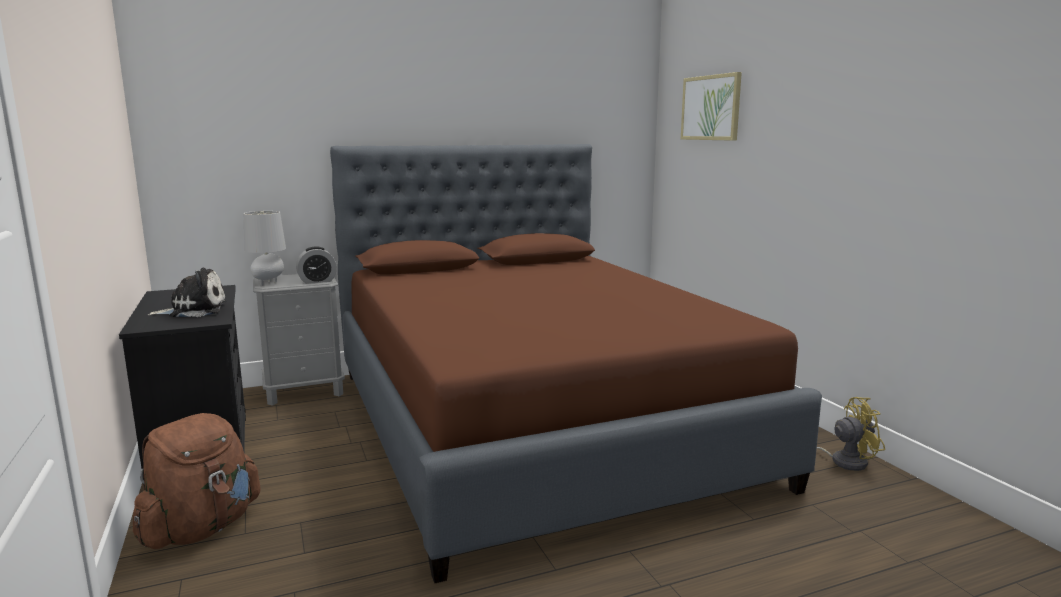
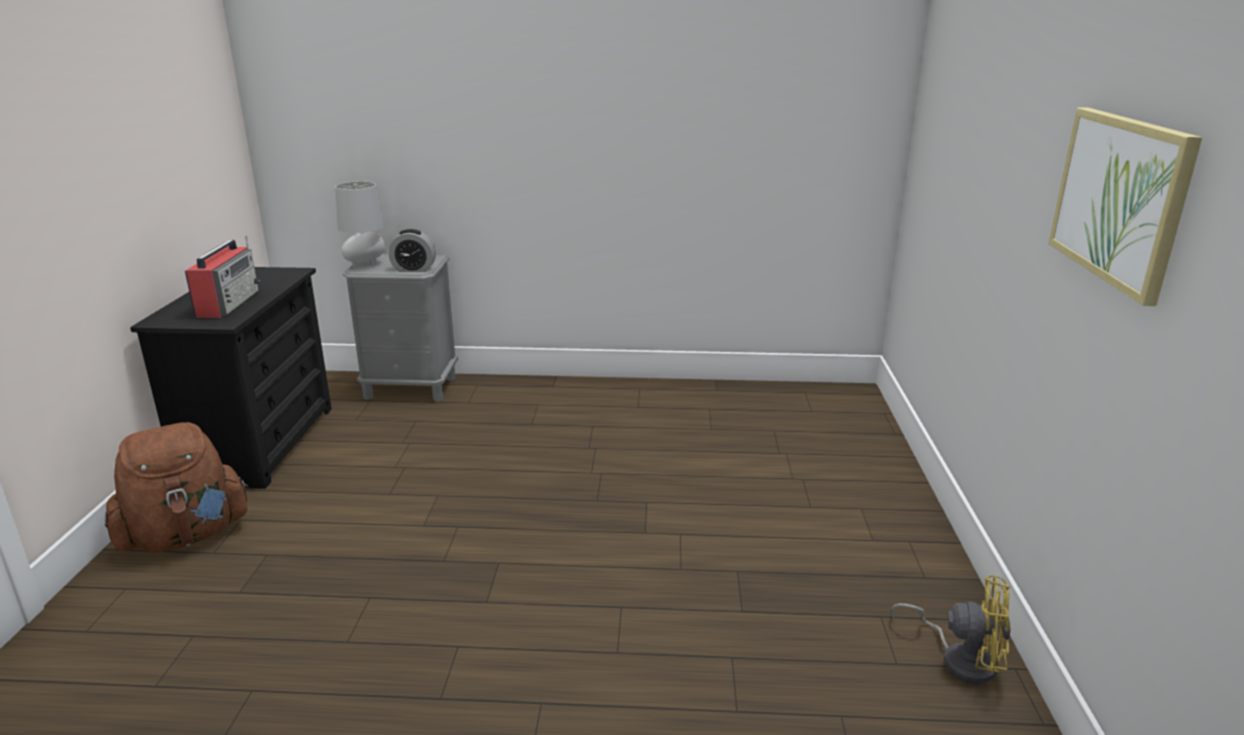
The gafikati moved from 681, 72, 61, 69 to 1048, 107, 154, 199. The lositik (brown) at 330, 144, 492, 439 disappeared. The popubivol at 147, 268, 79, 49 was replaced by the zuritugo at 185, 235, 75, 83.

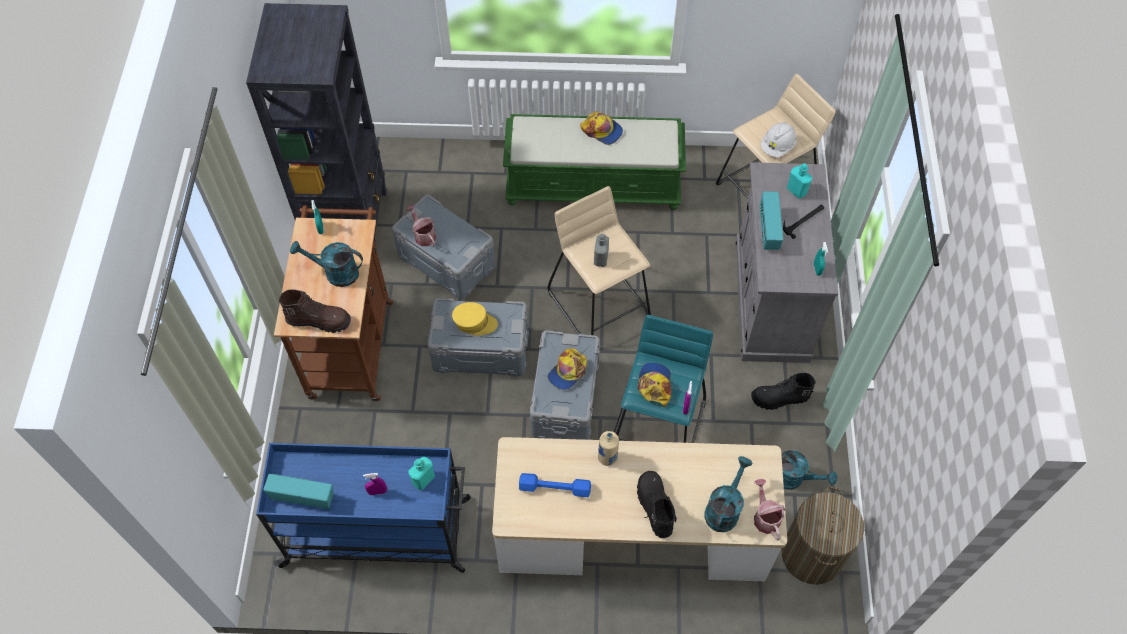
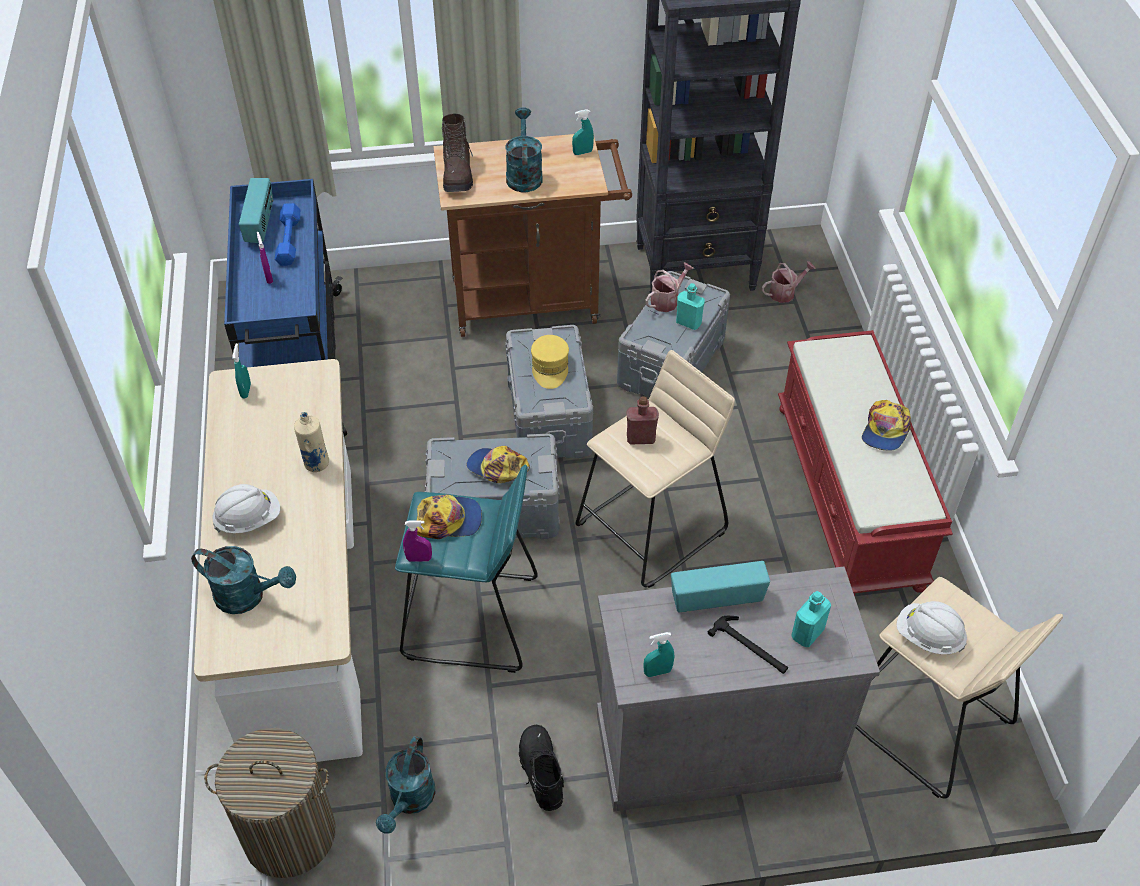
The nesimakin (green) at 503, 114, 183, 96 became the nesimakin (red) at 778, 330, 175, 266. The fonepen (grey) at 594, 234, 15, 33 became the fonepen (red) at 626, 397, 33, 48. The fonepen (turquoise) moved from 408, 457, 27, 33 to 676, 283, 29, 47. The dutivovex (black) at 637, 471, 40, 67 was replaced by the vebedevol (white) at 212, 484, 68, 49. The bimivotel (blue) moved from 519, 473, 72, 24 to 275, 203, 25, 63. The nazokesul moved from 754, 479, 31, 61 to 762, 261, 54, 42. The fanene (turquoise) at 232, 344, 19, 55 appeared.

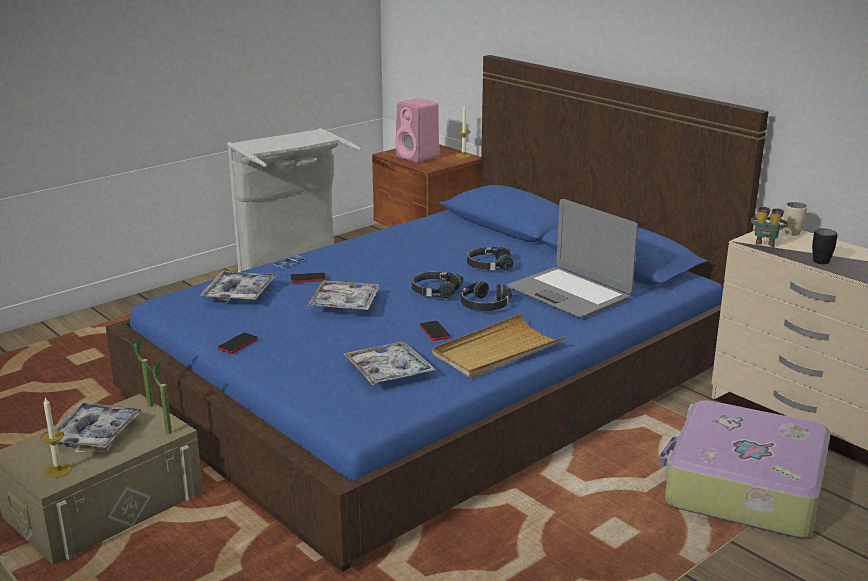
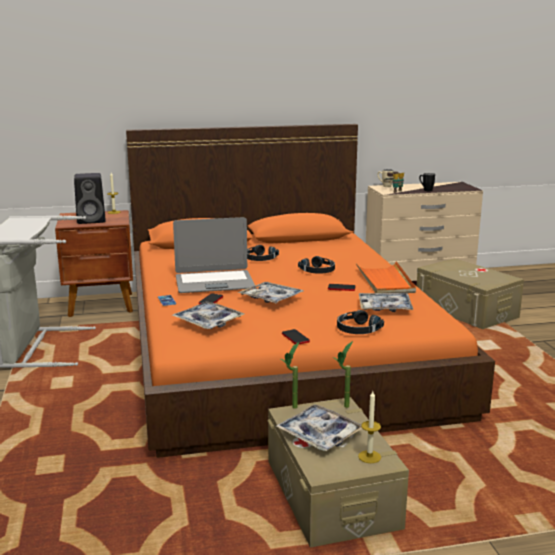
The lositik (blue) at 106, 55, 663, 517 became the lositik (orange) at 126, 124, 369, 334. The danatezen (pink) at 395, 98, 44, 65 became the danatezen (black) at 74, 173, 32, 51. The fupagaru moved from 507, 199, 131, 119 to 173, 217, 82, 76. The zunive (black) moved from 412, 271, 51, 27 to 337, 310, 47, 24. The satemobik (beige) at 432, 314, 134, 65 became the satemobik (orange) at 356, 261, 60, 32. The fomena at 659, 400, 172, 138 was replaced by the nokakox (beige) at 417, 258, 107, 71.

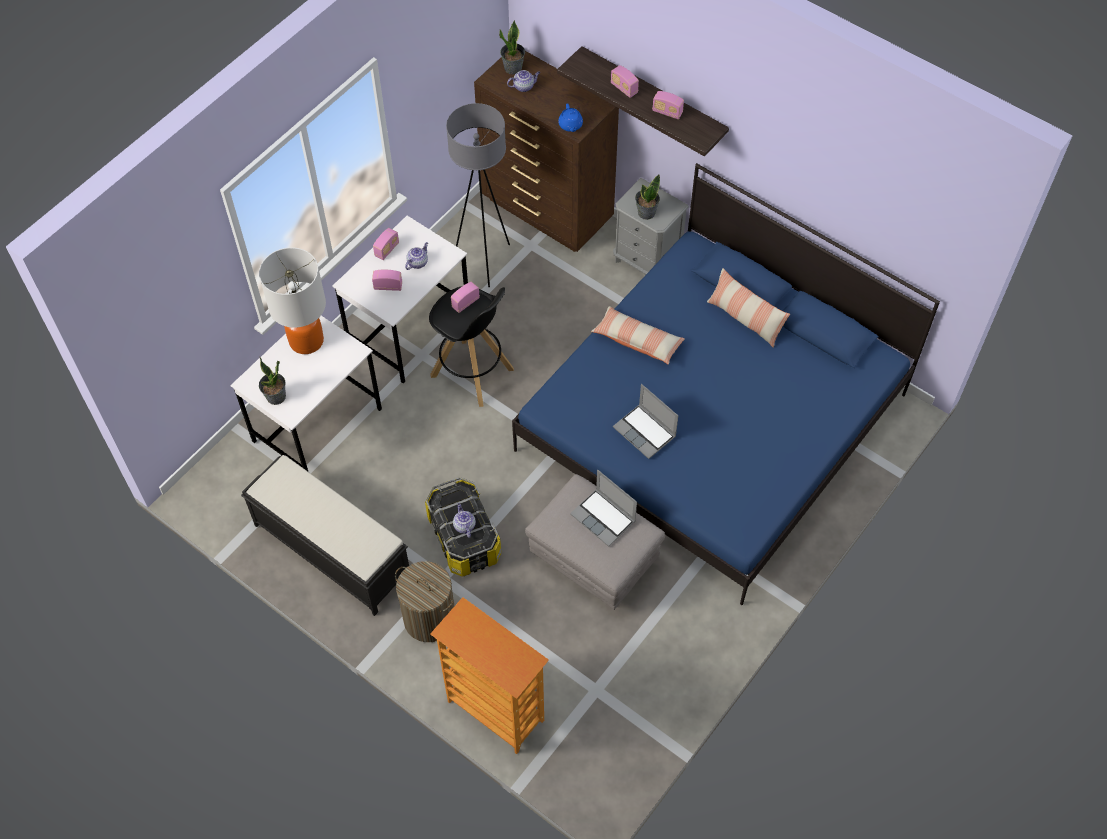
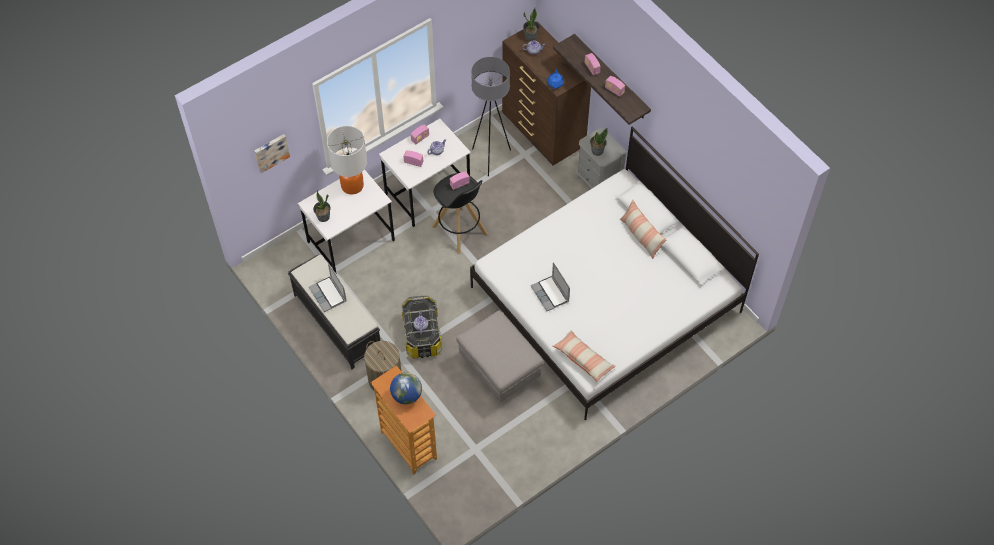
The lositik (blue) at 512, 163, 428, 442 became the lositik (white) at 470, 127, 289, 293. The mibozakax moved from 591, 306, 94, 59 to 552, 330, 64, 53. The fupagaru moved from 570, 470, 67, 77 to 309, 263, 37, 49. The gafikati at 254, 134, 36, 39 appeared. The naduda at 390, 372, 32, 33 appeared.

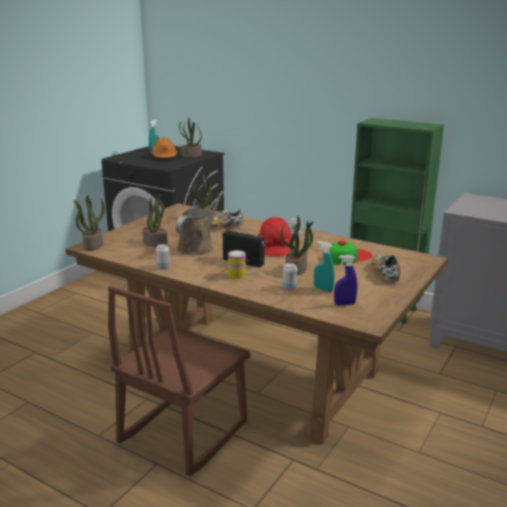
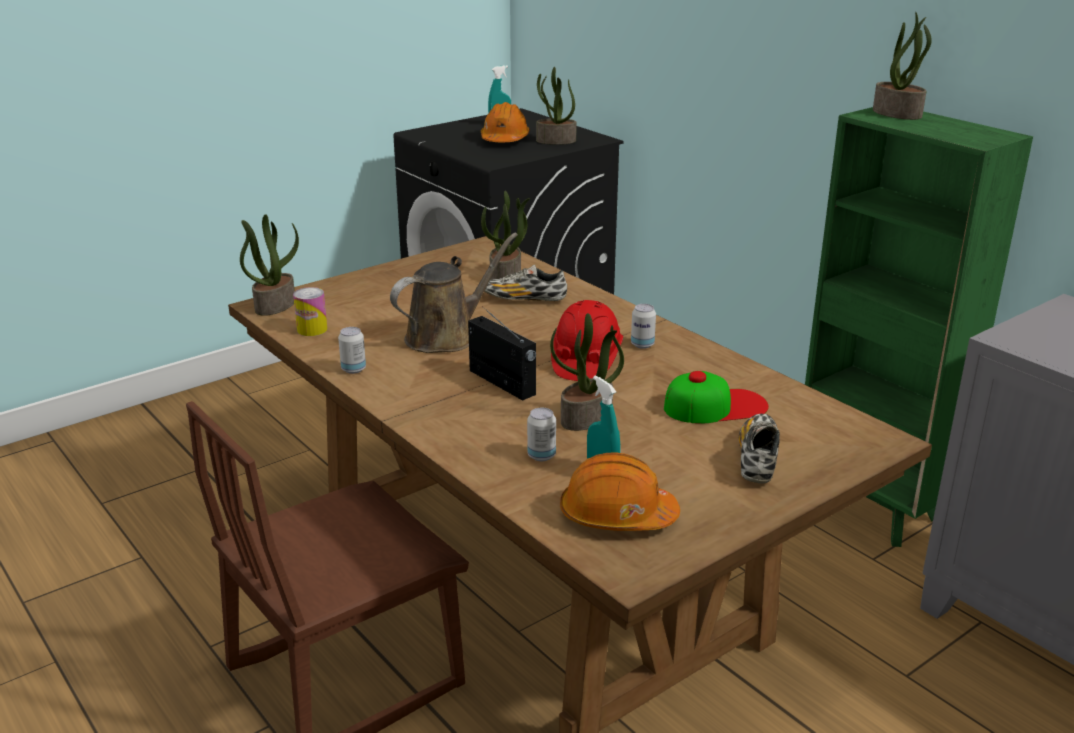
The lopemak moved from 142, 195, 26, 52 to 873, 12, 59, 108. The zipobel moved from 228, 250, 18, 29 to 293, 287, 34, 49. The fanene (blue) at 334, 255, 23, 51 was replaced by the vebedevol (orange) at 560, 452, 120, 79.

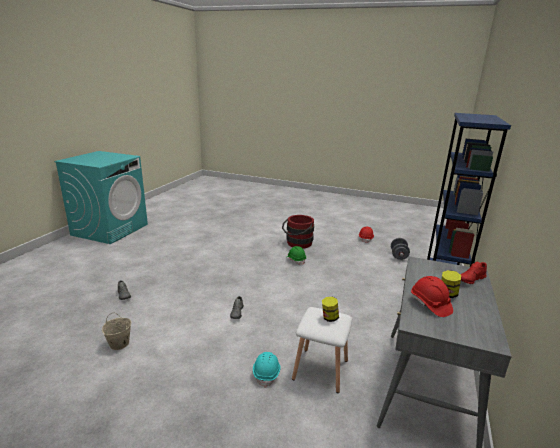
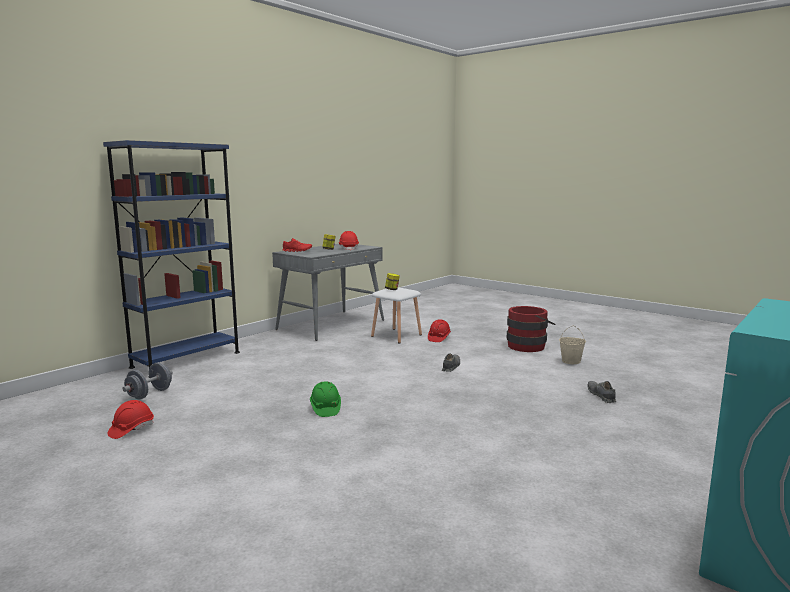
The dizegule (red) moved from 282, 215, 32, 34 to 507, 306, 48, 46. The vebedevol (turquoise) at 253, 352, 28, 36 became the vebedevol (red) at 428, 319, 23, 23.

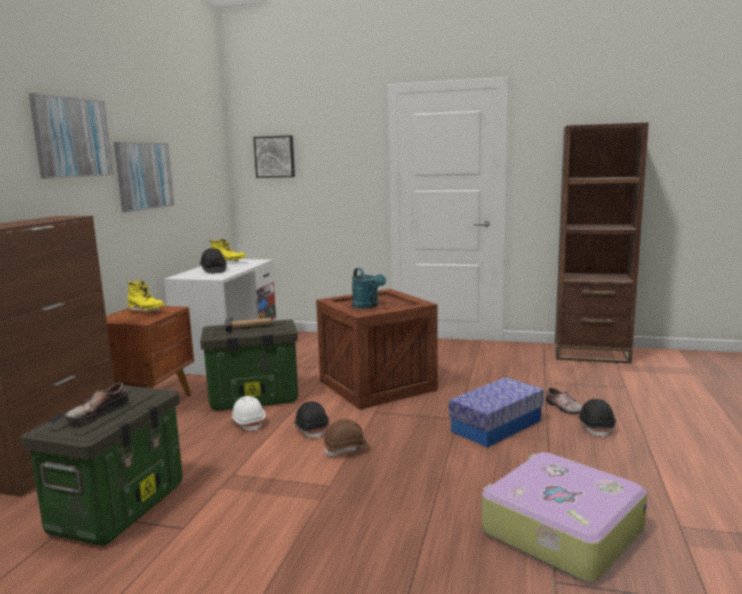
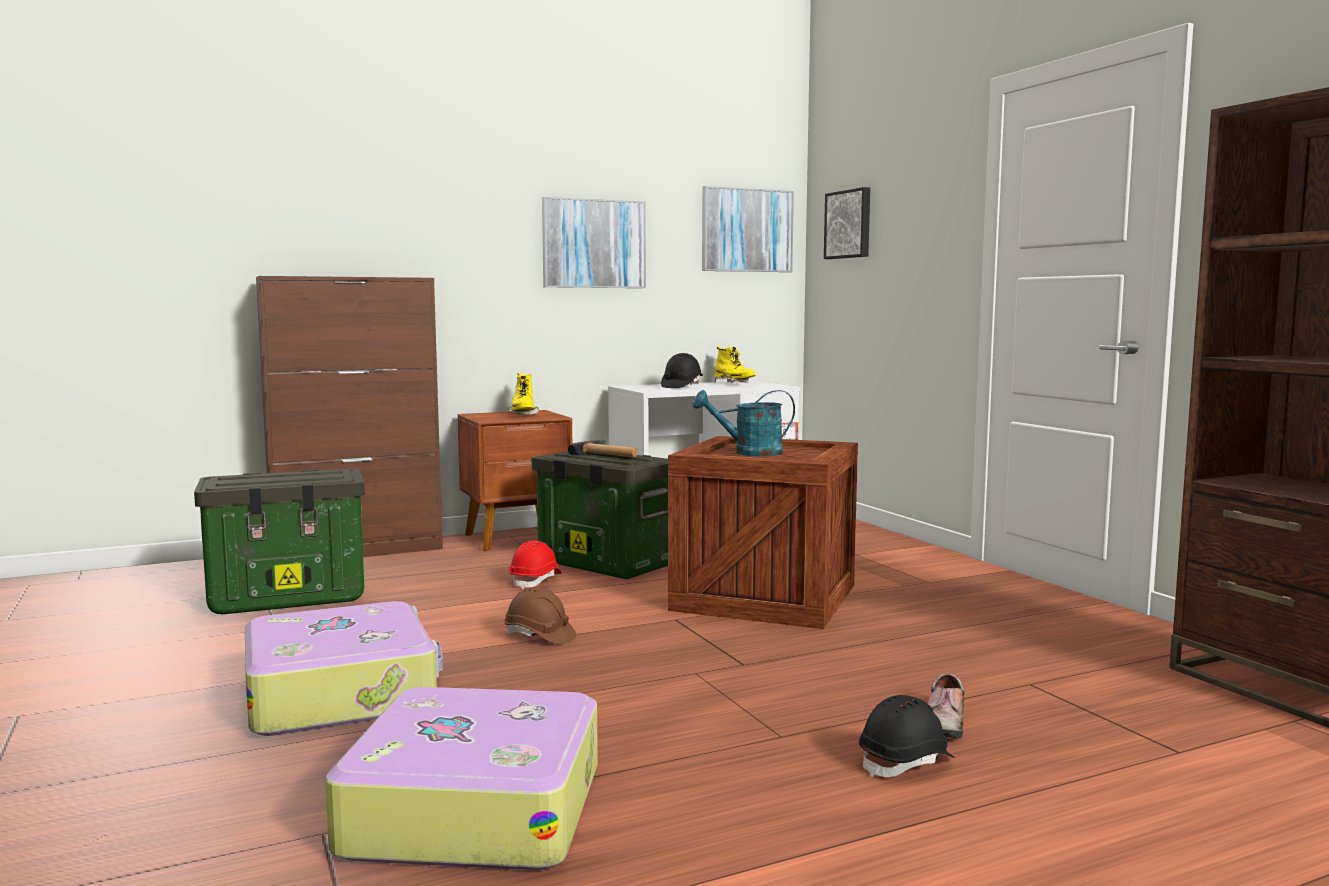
The gafikati moved from 29, 93, 84, 86 to 702, 186, 92, 86. The nazokesul (turquoise) at 352, 268, 34, 41 turned 60 degrees clockwise. The nokakox at 449, 377, 95, 70 disappeared. The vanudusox at 65, 382, 64, 40 disappeared. The vebedevol (white) at 231, 396, 34, 35 became the vebedevol (red) at 509, 541, 53, 49. The vebedevol (black) at 294, 401, 35, 38 disappeared. The fomena at 245, 601, 198, 135 appeared.

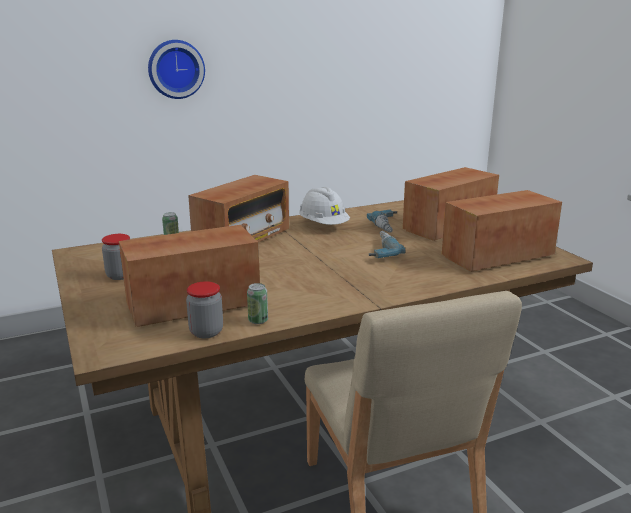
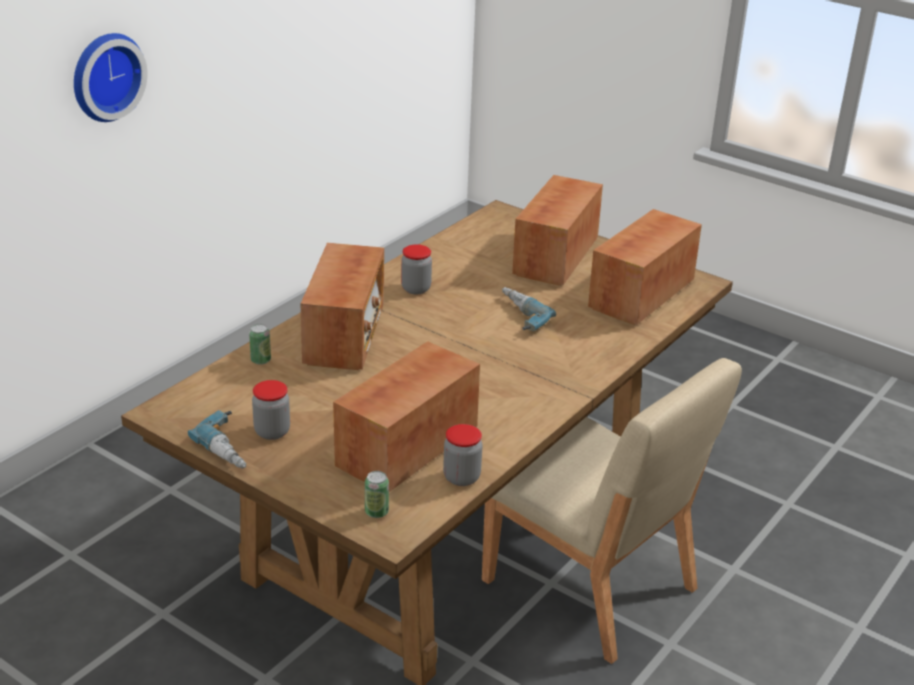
The vebedevol (white) at 299, 187, 51, 38 was replaced by the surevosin at 401, 244, 31, 50. The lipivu moved from 367, 210, 30, 23 to 188, 410, 58, 59. The zipobel moved from 247, 283, 21, 41 to 365, 471, 24, 47.

